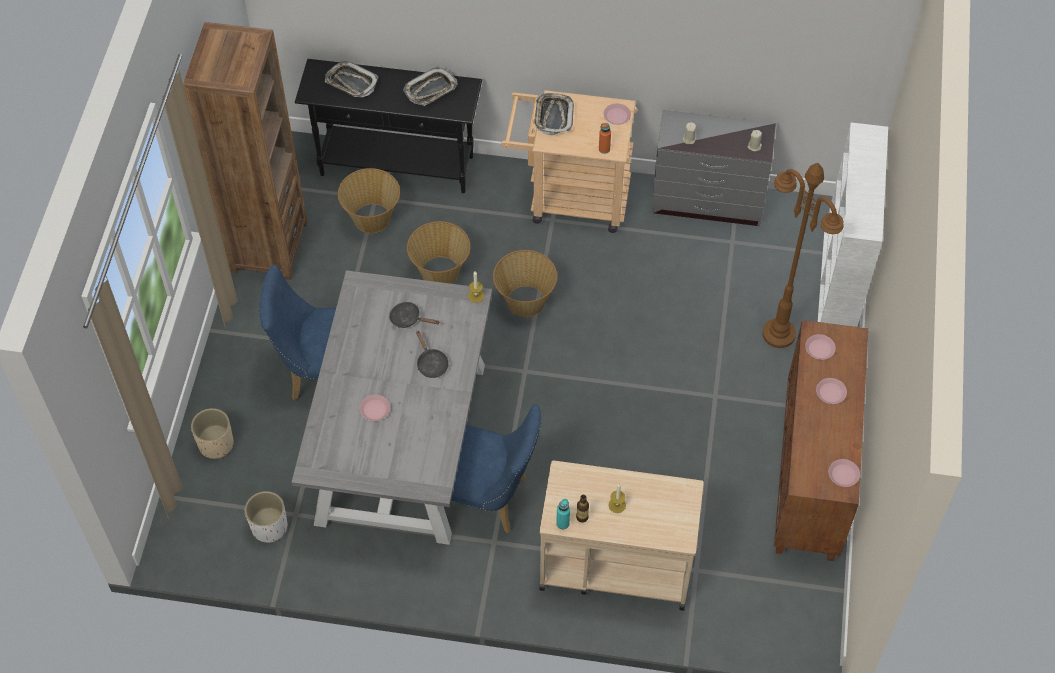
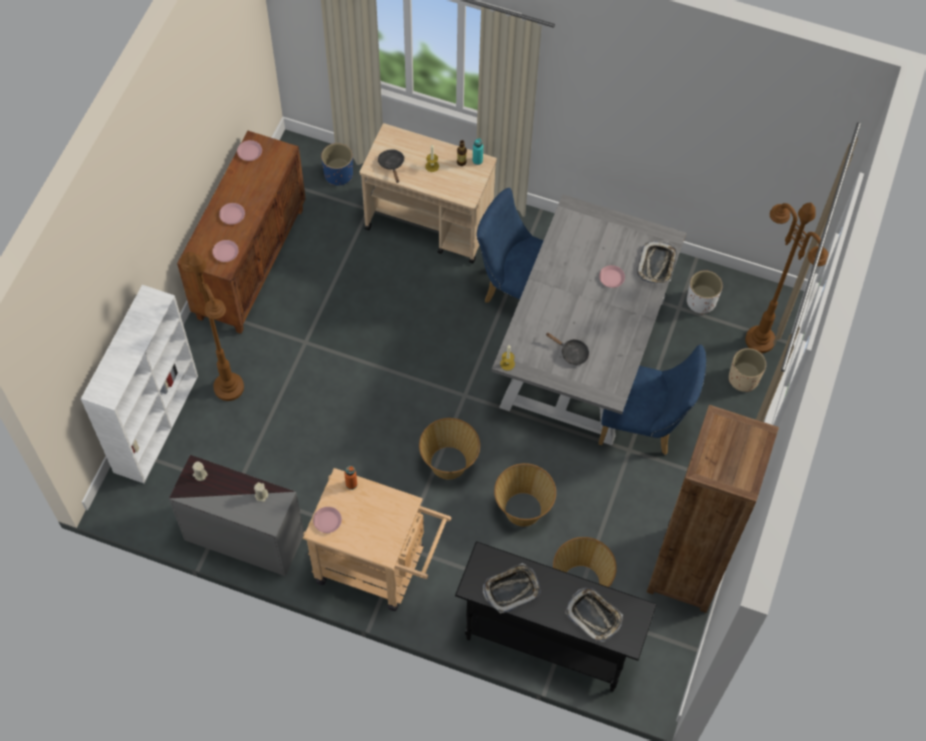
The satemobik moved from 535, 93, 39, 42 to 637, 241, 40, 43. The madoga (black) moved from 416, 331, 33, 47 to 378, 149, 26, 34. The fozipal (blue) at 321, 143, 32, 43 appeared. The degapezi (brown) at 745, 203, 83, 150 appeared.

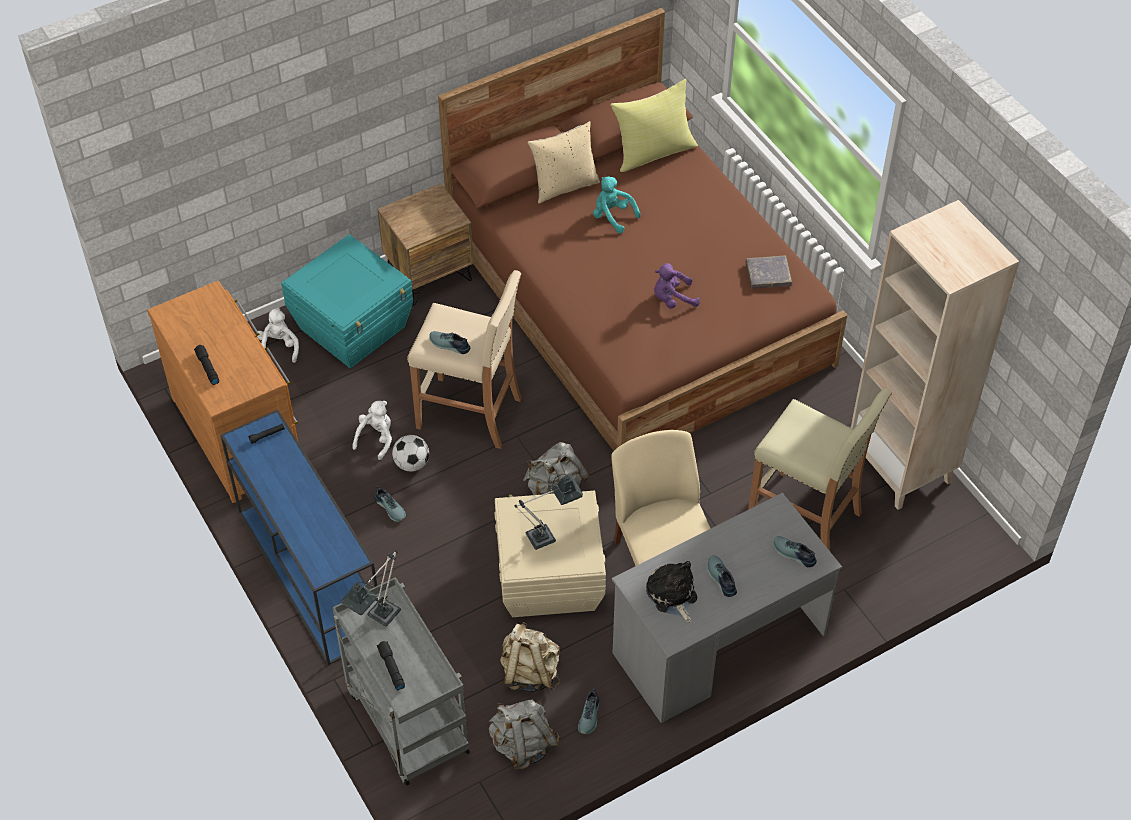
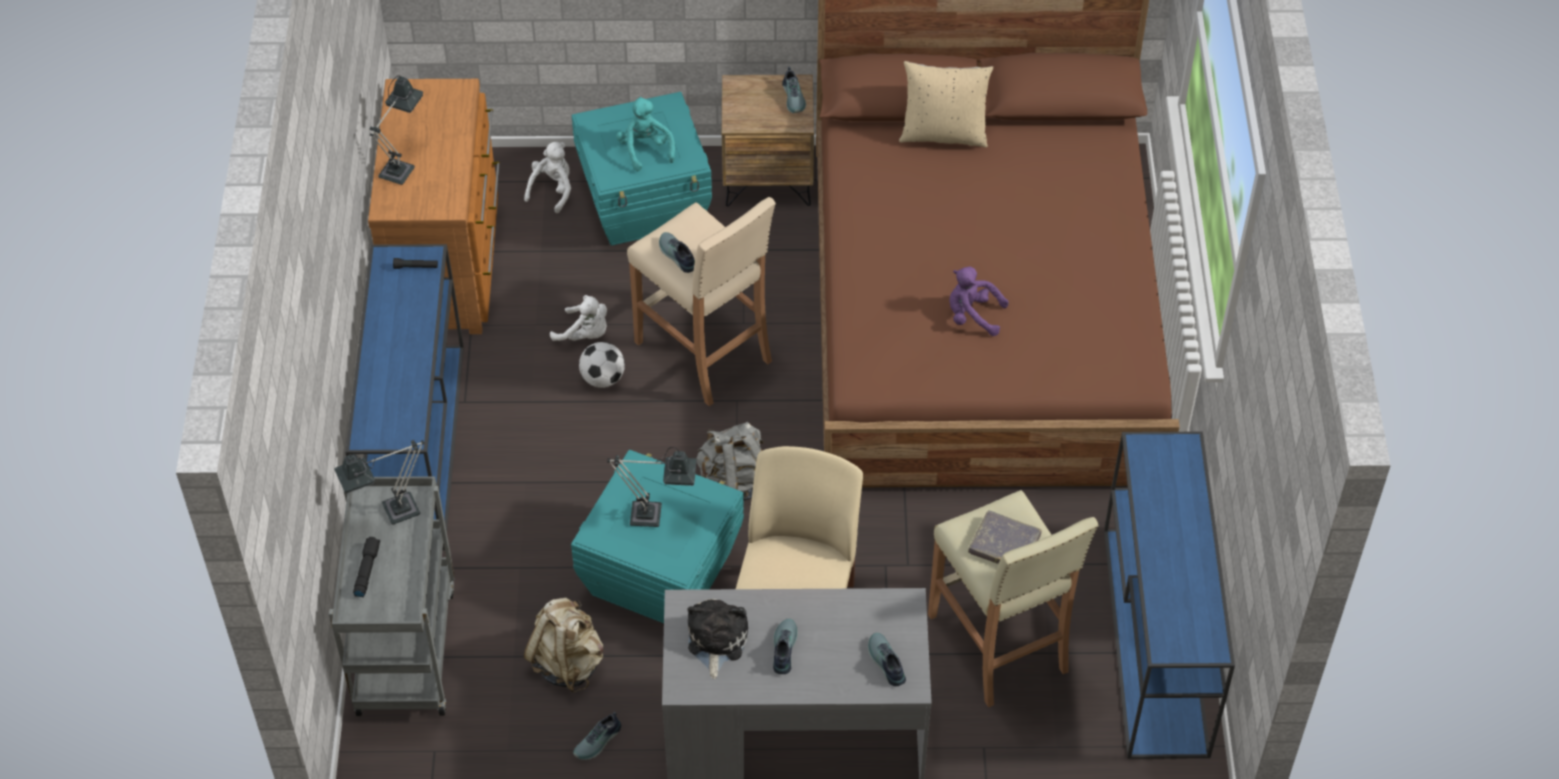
The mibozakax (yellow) at 610, 79, 88, 93 disappeared. The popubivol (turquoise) moved from 593, 176, 48, 57 to 616, 97, 59, 74. The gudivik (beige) at 851, 200, 168, 310 was replaced by the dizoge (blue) at 1104, 432, 131, 327. The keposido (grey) moved from 746, 255, 46, 34 to 968, 510, 74, 54. The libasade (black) at 194, 345, 25, 40 was replaced by the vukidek at 370, 76, 53, 109. The popubivol (white) at 352, 401, 40, 59 turned 60 degrees clockwise. The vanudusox moved from 374, 486, 32, 36 to 782, 67, 24, 46. The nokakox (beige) at 494, 491, 112, 126 became the nokakox (turquoise) at 571, 450, 173, 173. The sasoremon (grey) at 489, 699, 70, 70 disappeared.

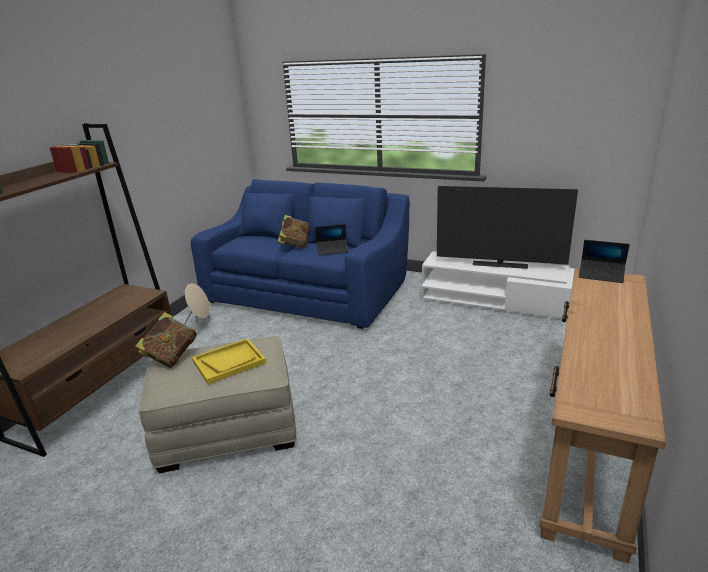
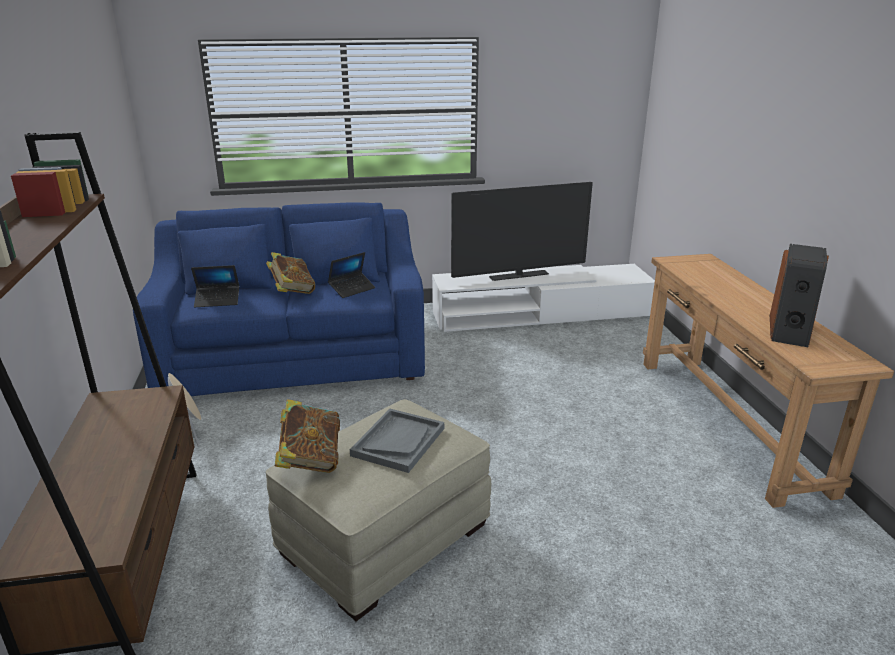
The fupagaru moved from 579, 240, 51, 43 to 191, 265, 48, 42. The satemobik (yellow) at 192, 338, 74, 47 became the satemobik (grey) at 350, 409, 94, 64. The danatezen at 770, 244, 59, 103 appeared.

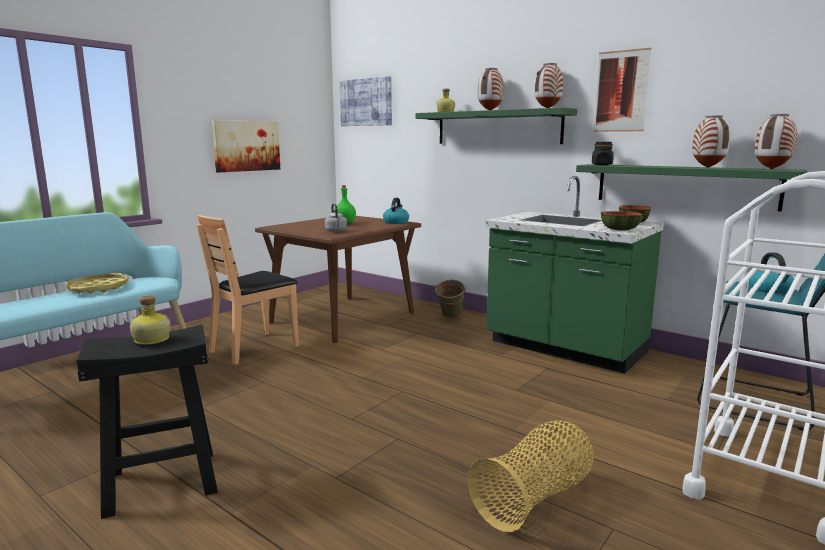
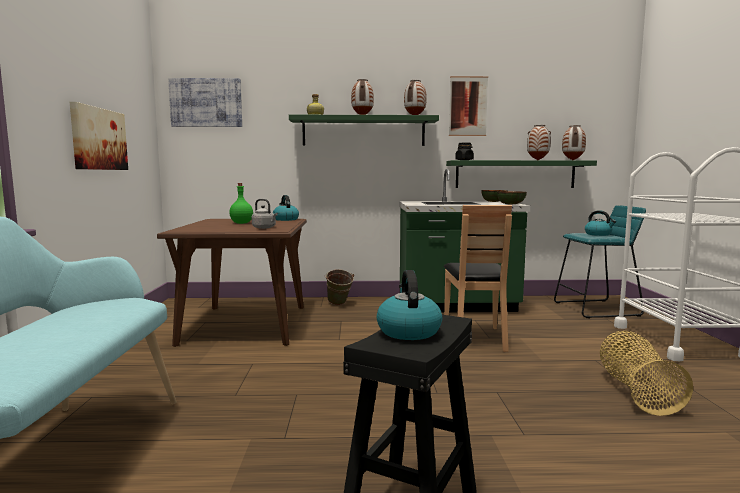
The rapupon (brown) moved from 196, 215, 103, 150 to 444, 205, 68, 147. The satemobik (yellow) at 66, 273, 62, 21 disappeared. The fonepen at 130, 295, 41, 50 was replaced by the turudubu at 377, 270, 65, 70.

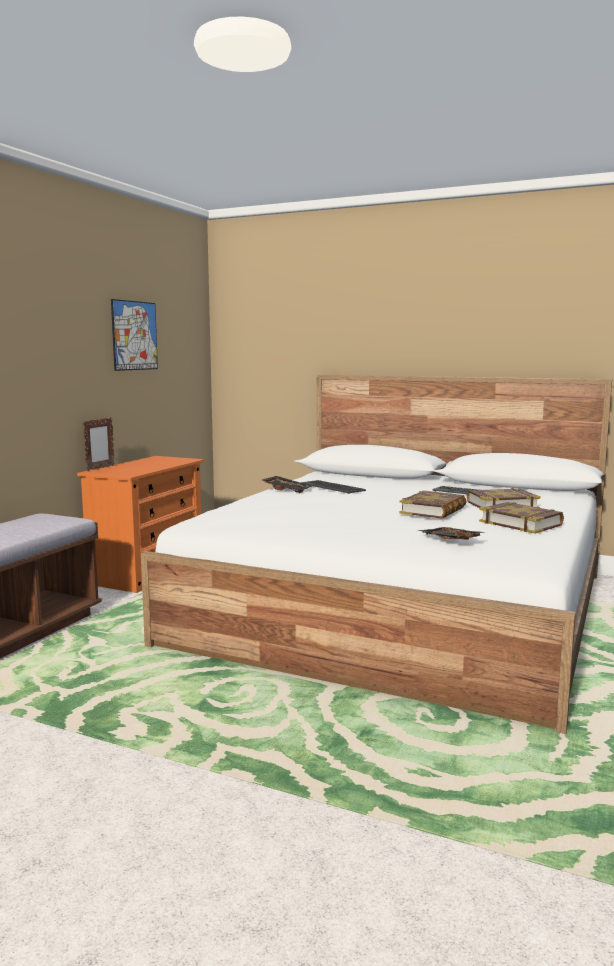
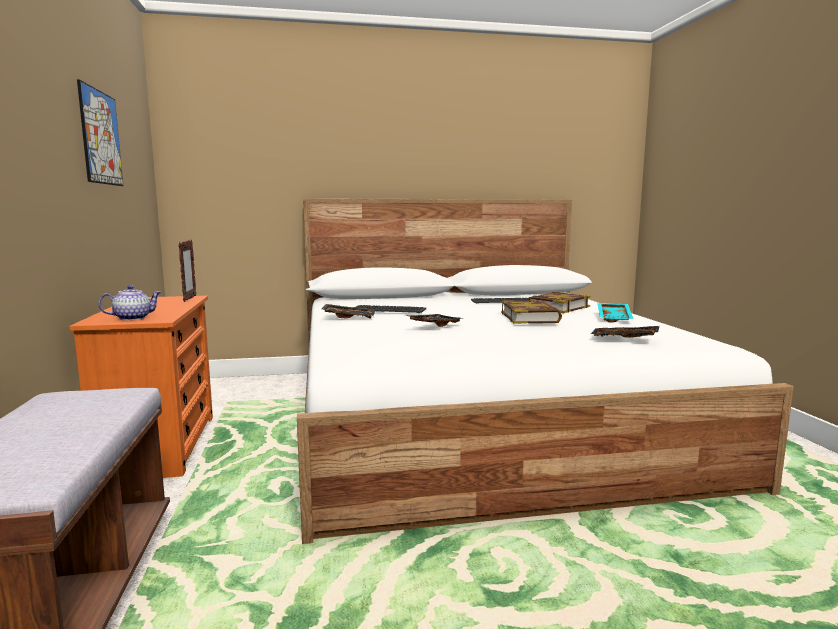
The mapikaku moved from 83, 417, 32, 54 to 178, 240, 18, 62. The keposido at 479, 502, 85, 32 was replaced by the satemobik (turquoise) at 598, 303, 36, 19. The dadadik at 98, 285, 63, 36 appeared. The satemobik (black) at 405, 314, 60, 13 appeared.

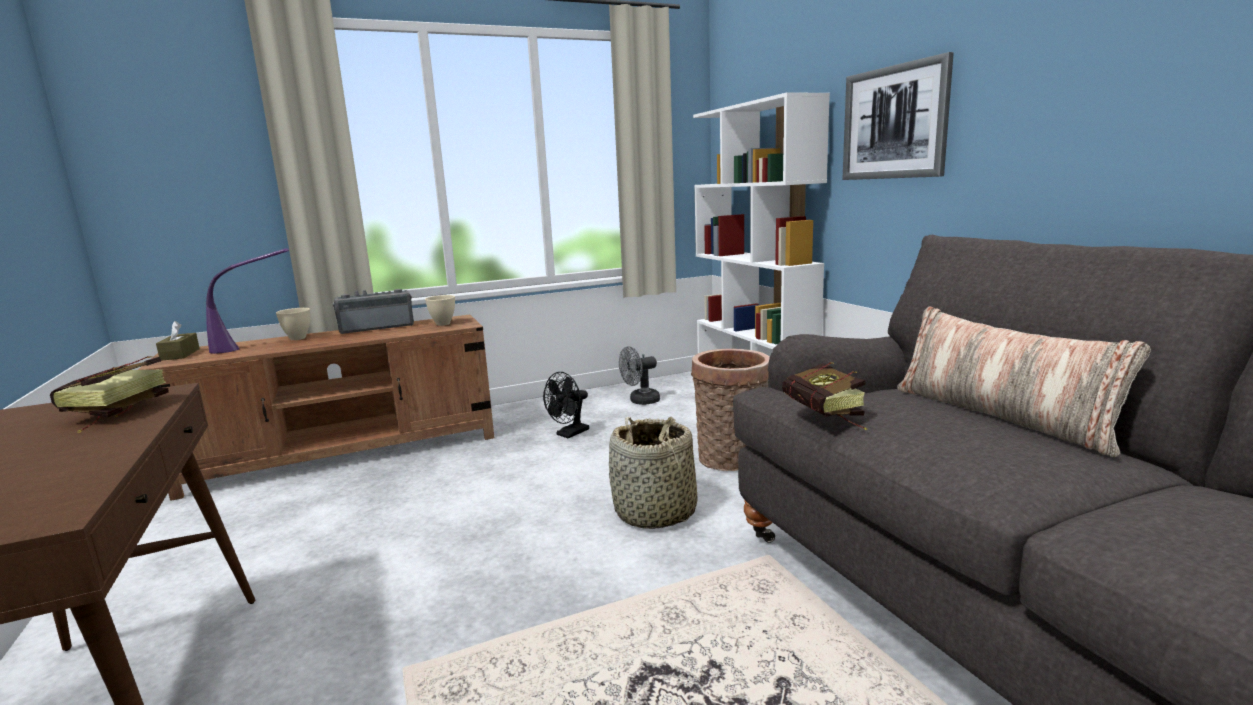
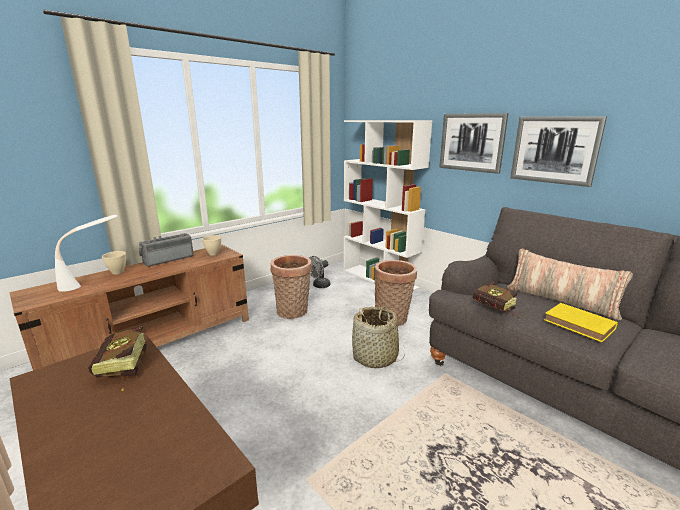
The vukidek (purple) at 206, 248, 83, 106 became the vukidek (white) at 55, 215, 63, 77. The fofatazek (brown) at 156, 321, 44, 40 disappeared. The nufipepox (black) at 543, 372, 46, 66 was replaced by the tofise at 271, 255, 41, 64. The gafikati at 510, 116, 97, 71 appeared. The keposido (yellow) at 544, 303, 74, 39 appeared.

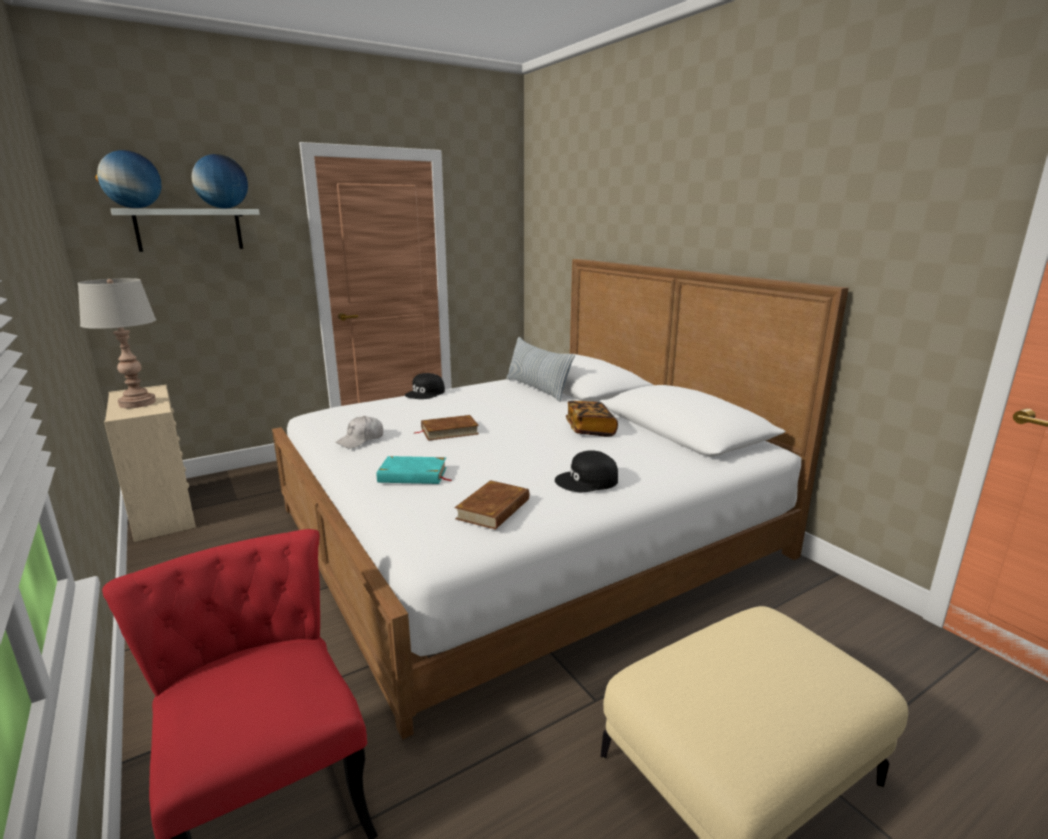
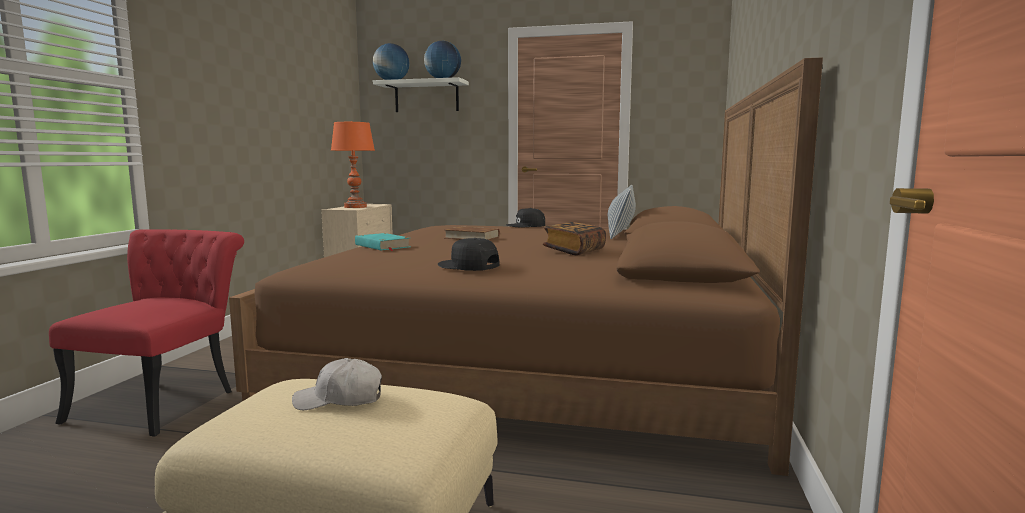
The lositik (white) at 272, 259, 577, 480 became the lositik (brown) at 229, 57, 594, 419. The vukidek (grey) at 78, 278, 78, 130 became the vukidek (orange) at 331, 121, 44, 87. The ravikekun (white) moved from 335, 416, 48, 33 to 292, 358, 90, 52. The keposido (brown) at 455, 480, 74, 50 disappeared.

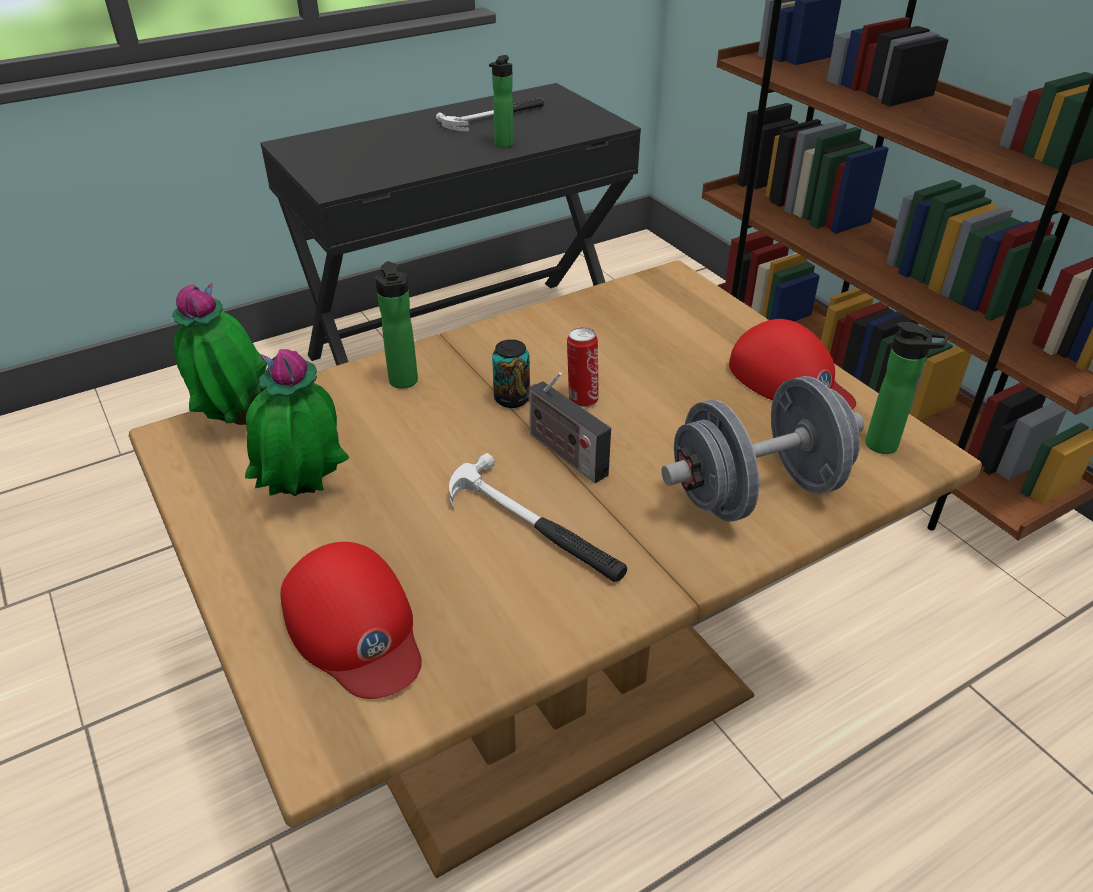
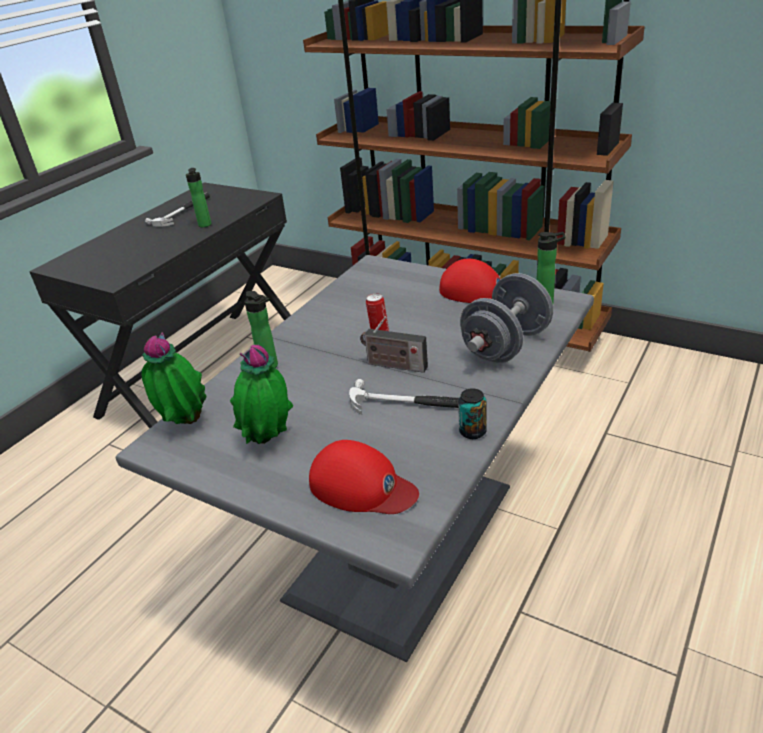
The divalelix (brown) at 129, 260, 853, 618 became the divalelix (grey) at 116, 255, 478, 407. The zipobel moved from 492, 339, 38, 69 to 458, 388, 29, 51.

